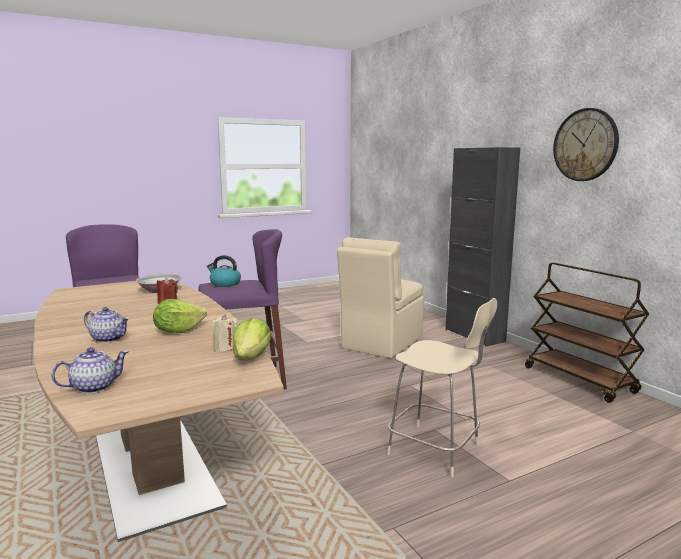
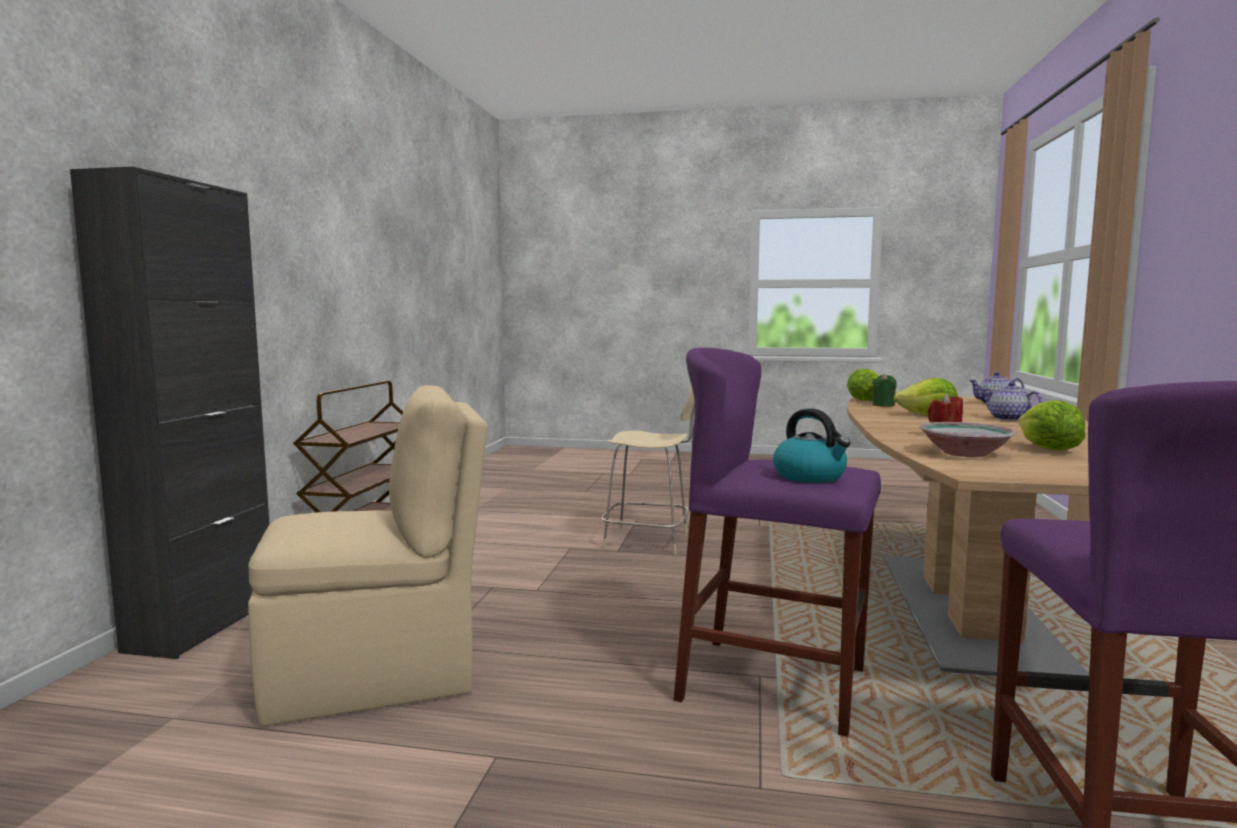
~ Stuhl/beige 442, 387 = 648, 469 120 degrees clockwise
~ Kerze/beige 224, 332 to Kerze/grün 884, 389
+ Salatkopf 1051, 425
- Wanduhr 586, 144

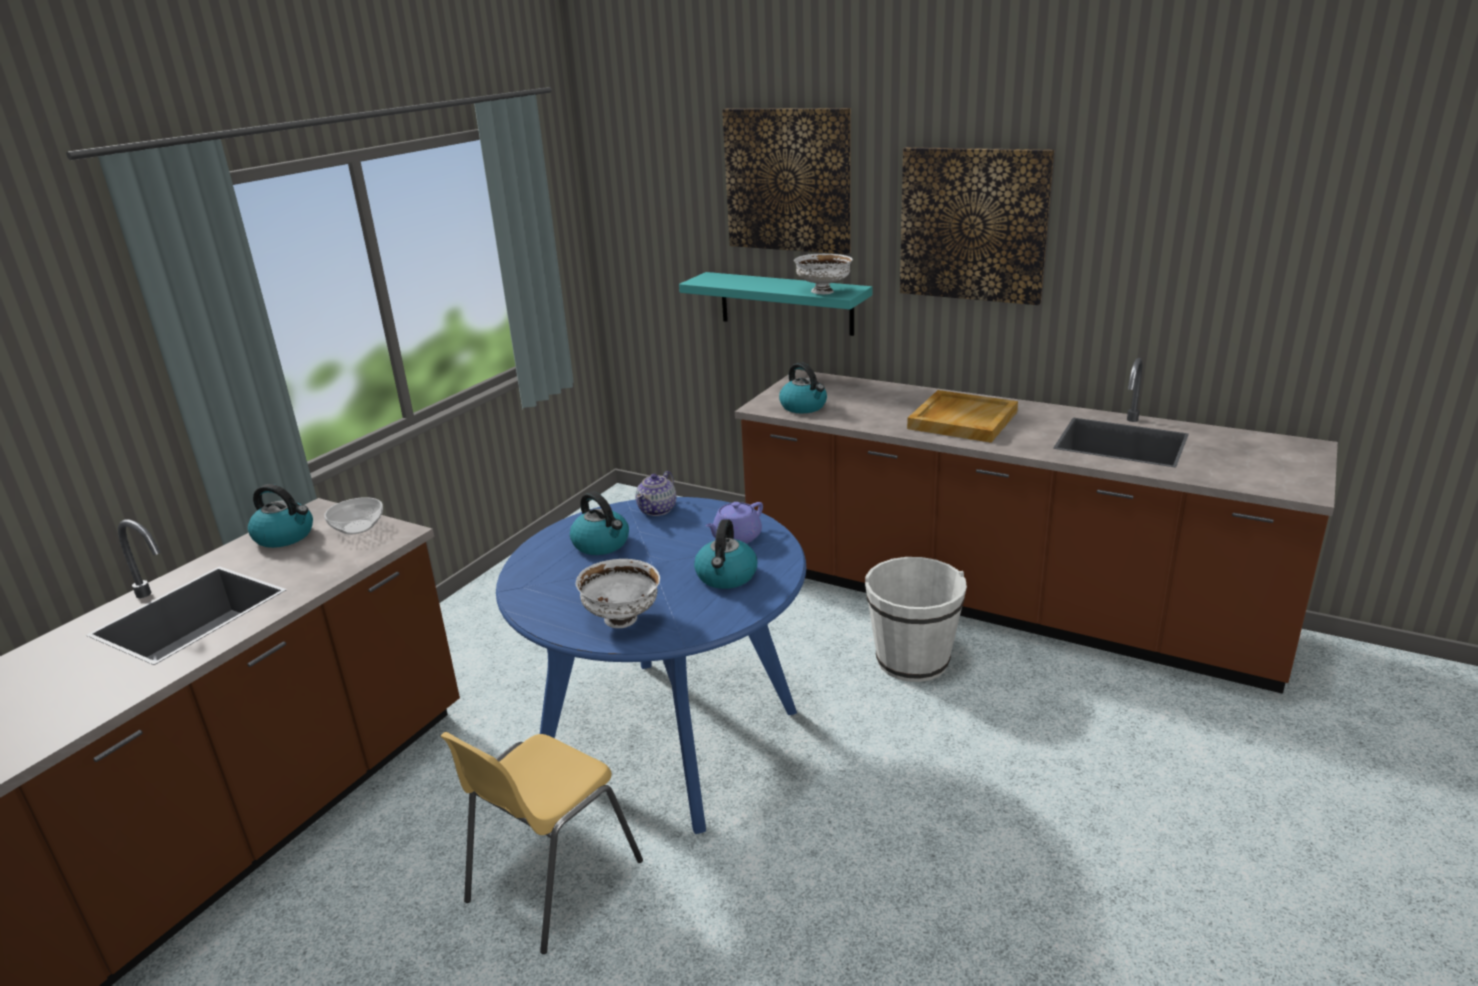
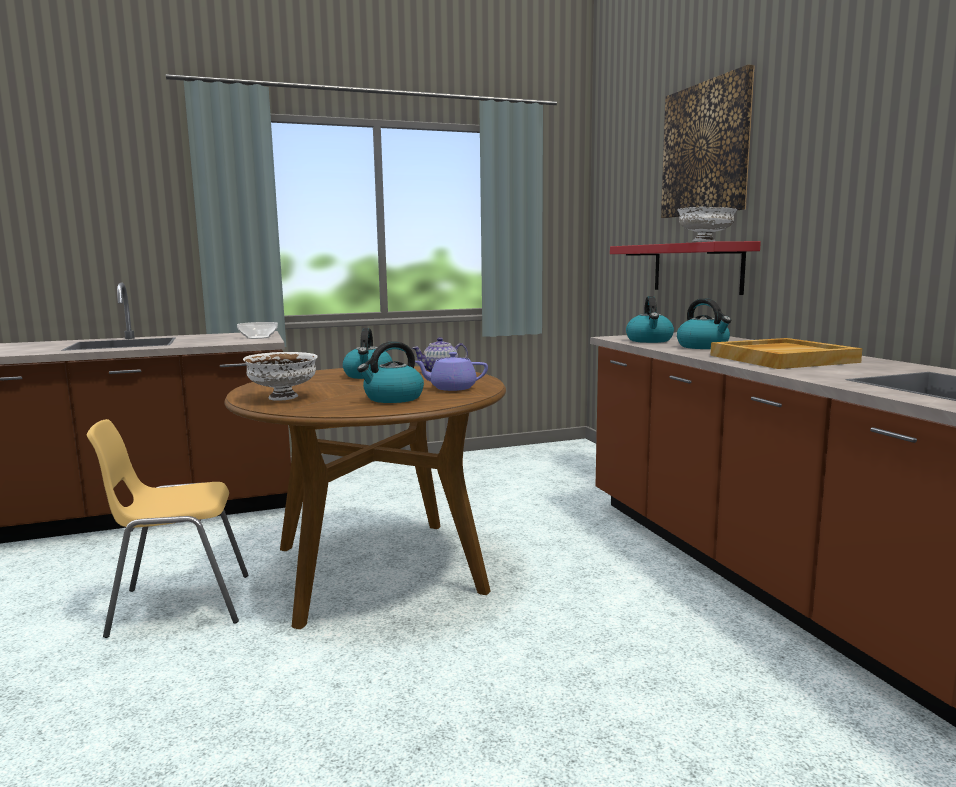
~ Esstisch/blau 651, 665 to Esstisch/braun 365, 497
~ Wandregal/türkis 775, 304 to Wandregal/rot 685, 268
~ Wasserkessel 280, 516 to 704, 323
- Eimer/weiß 916, 619
- Bild 977, 226

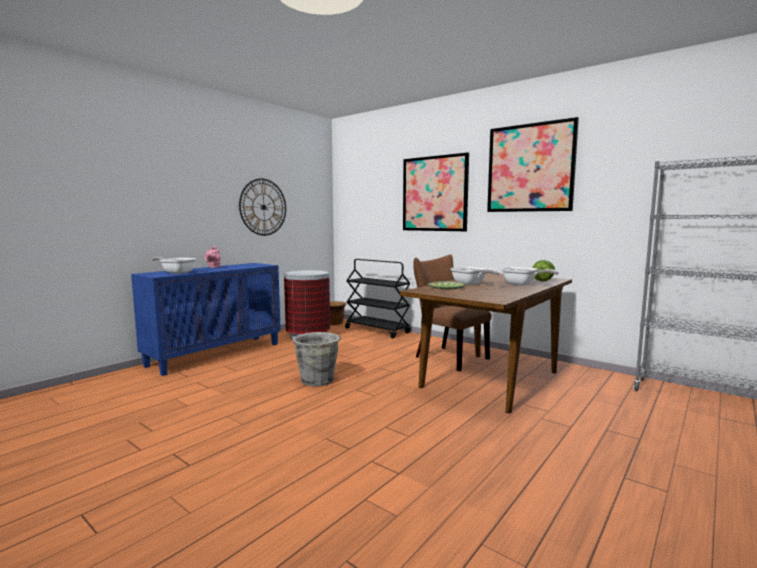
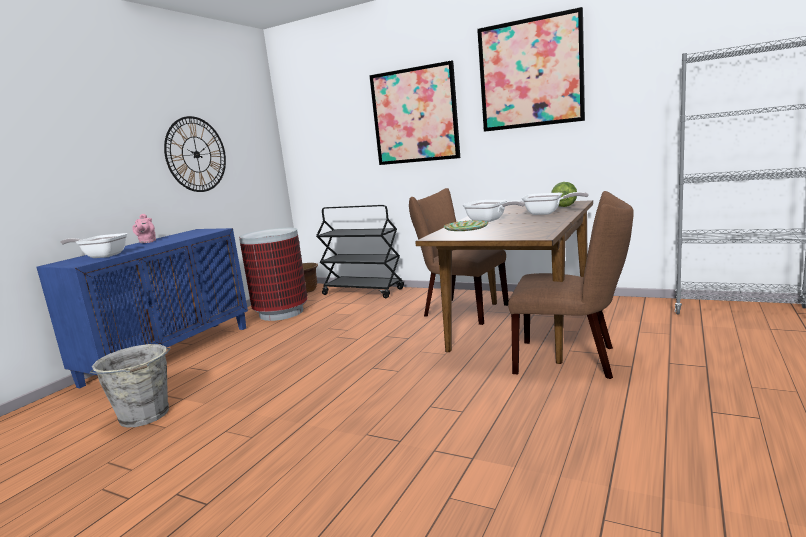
~ Eimer/grau 317, 359 to 130, 386
+ Stuhl/braun 571, 285

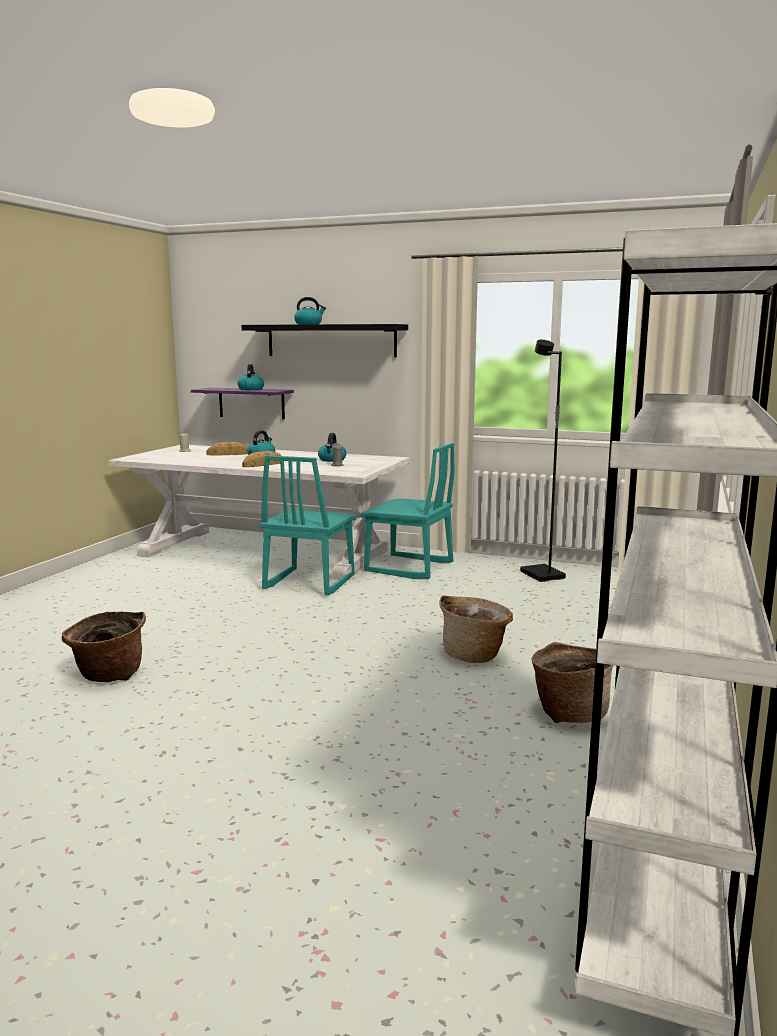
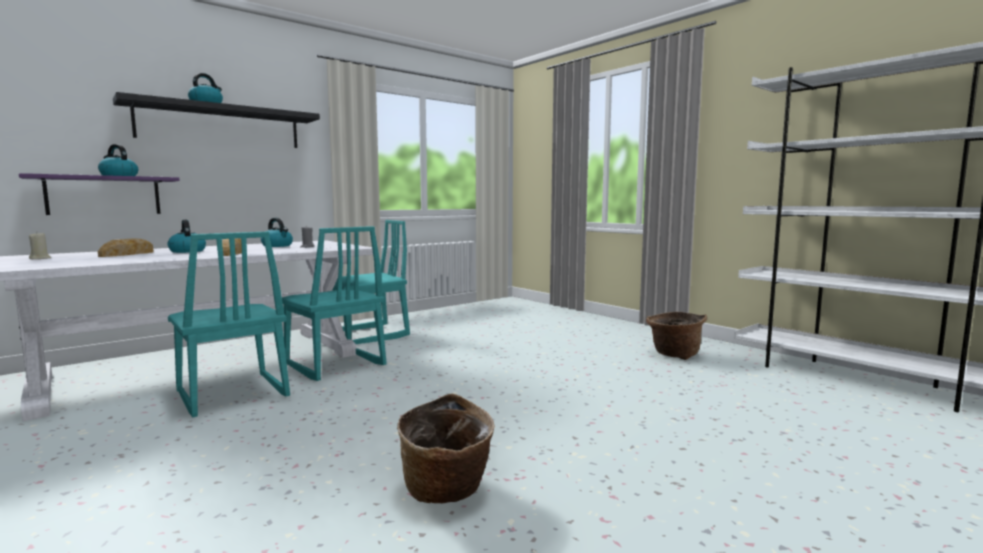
+ Stuhl/türkis 229, 324
- Korb 476, 629
- Stehlampe/schwarz 543, 461

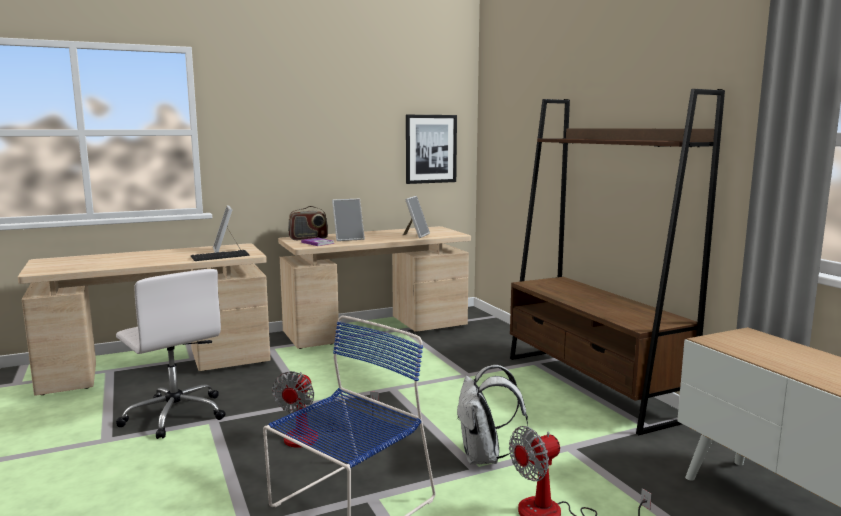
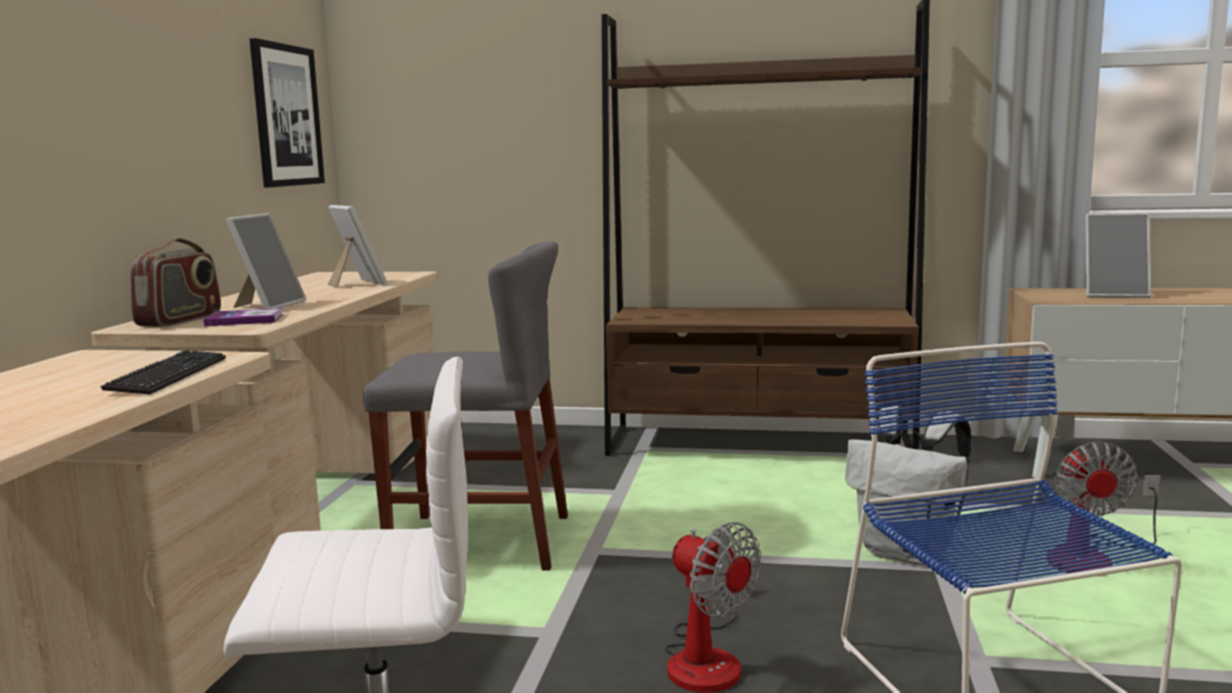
+ Stuhl/grau 465, 406
~ Bilderrahmen 227, 229 to 1118, 255

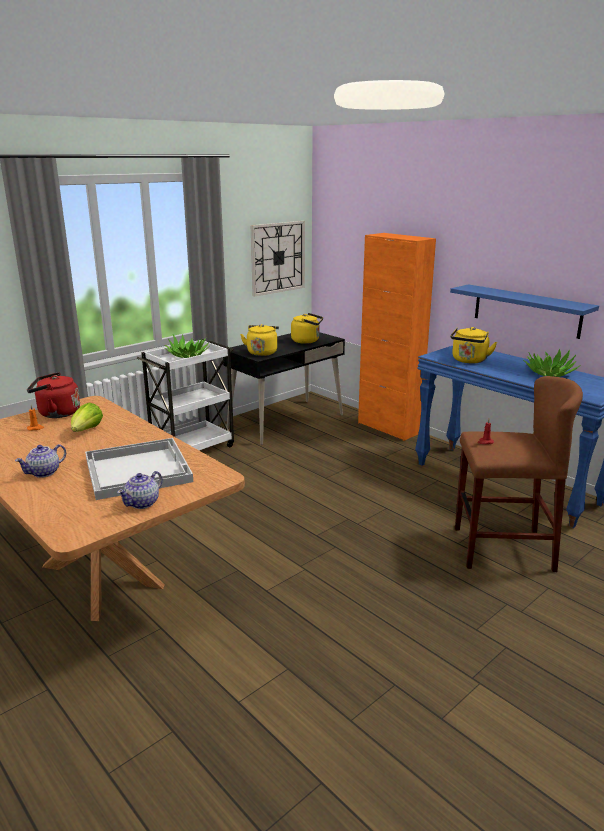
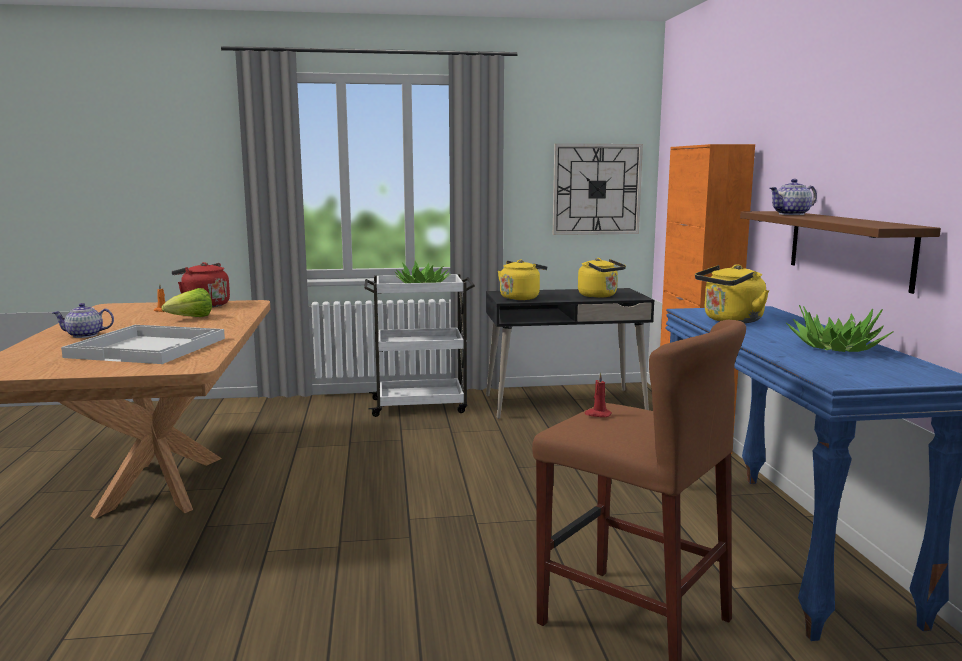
~ Wandregal/blau 524, 311 to Wandregal/braun 840, 252
~ Teekanne 139, 490 to 793, 197

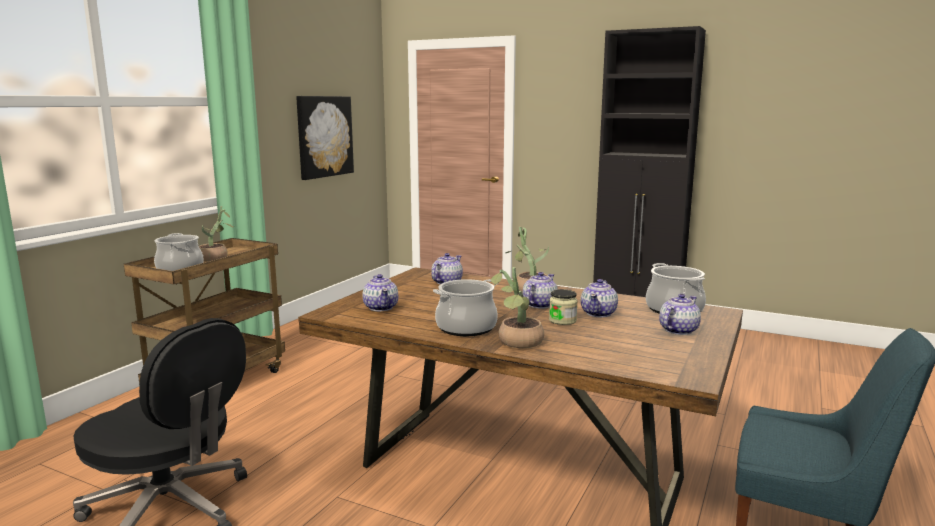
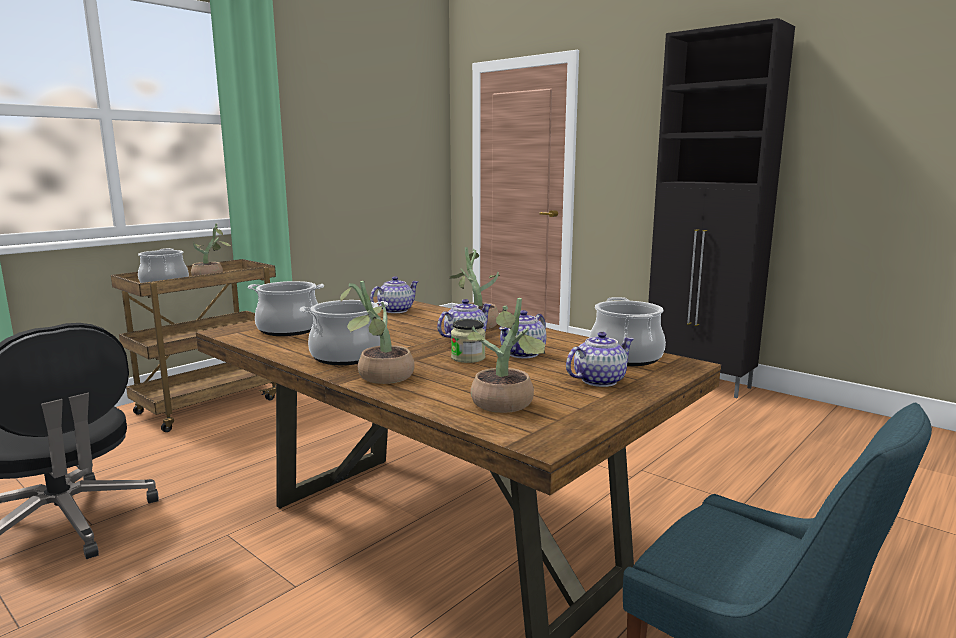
~ Teekanne 380, 292 to Kochtopf 286, 308
+ Topfpflanze 506, 355
- Bild 325, 138

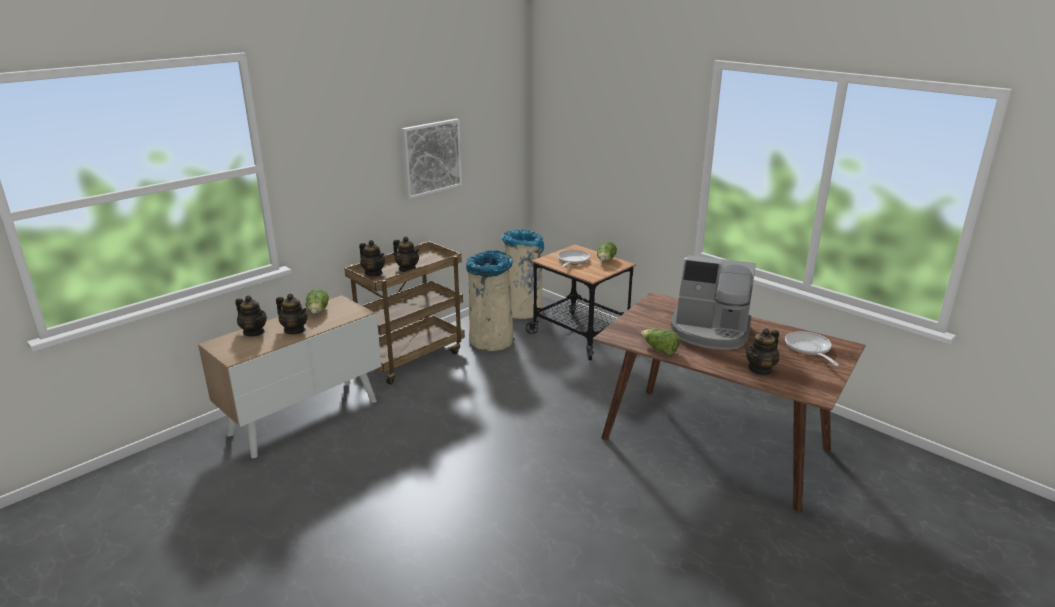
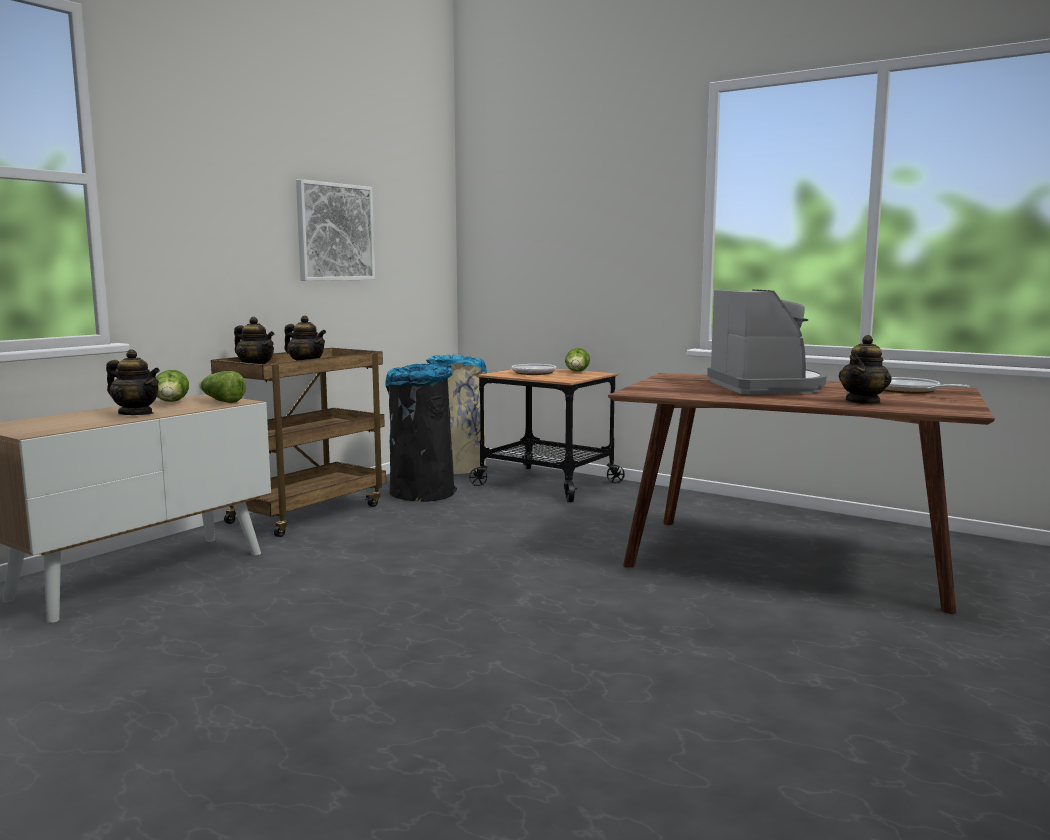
~ Salatkopf 660, 341 to 222, 387
~ Mülleimer/beige 490, 300 to Mülleimer/schwarz 421, 433
~ Kaffeemaschine 713, 302 = 767, 342 105 degrees counterclockwise
- Teekanne 251, 315

